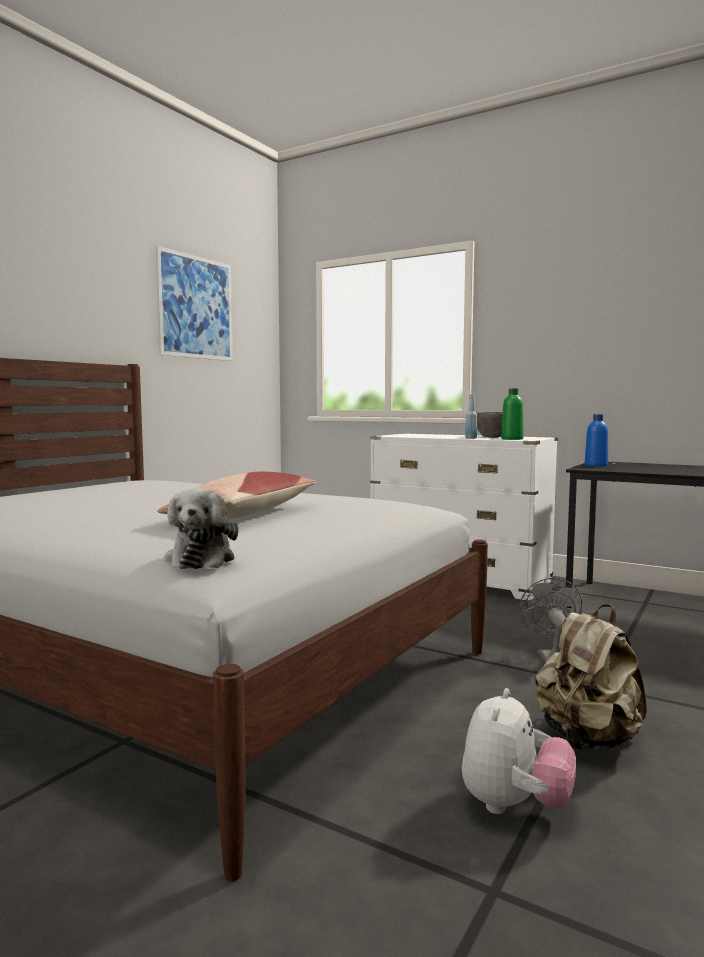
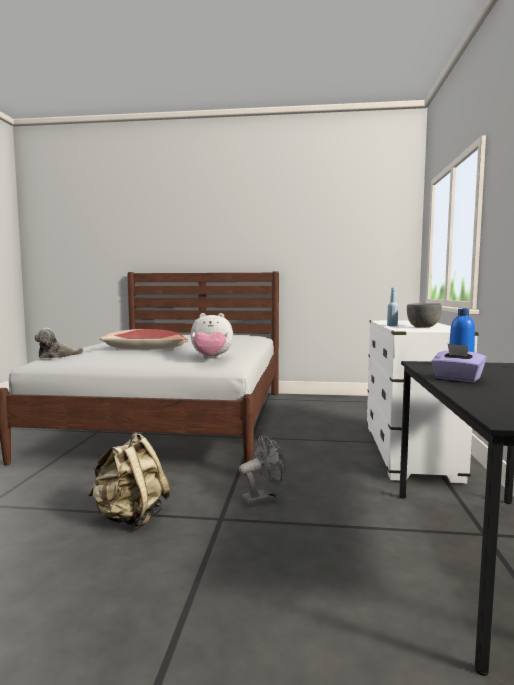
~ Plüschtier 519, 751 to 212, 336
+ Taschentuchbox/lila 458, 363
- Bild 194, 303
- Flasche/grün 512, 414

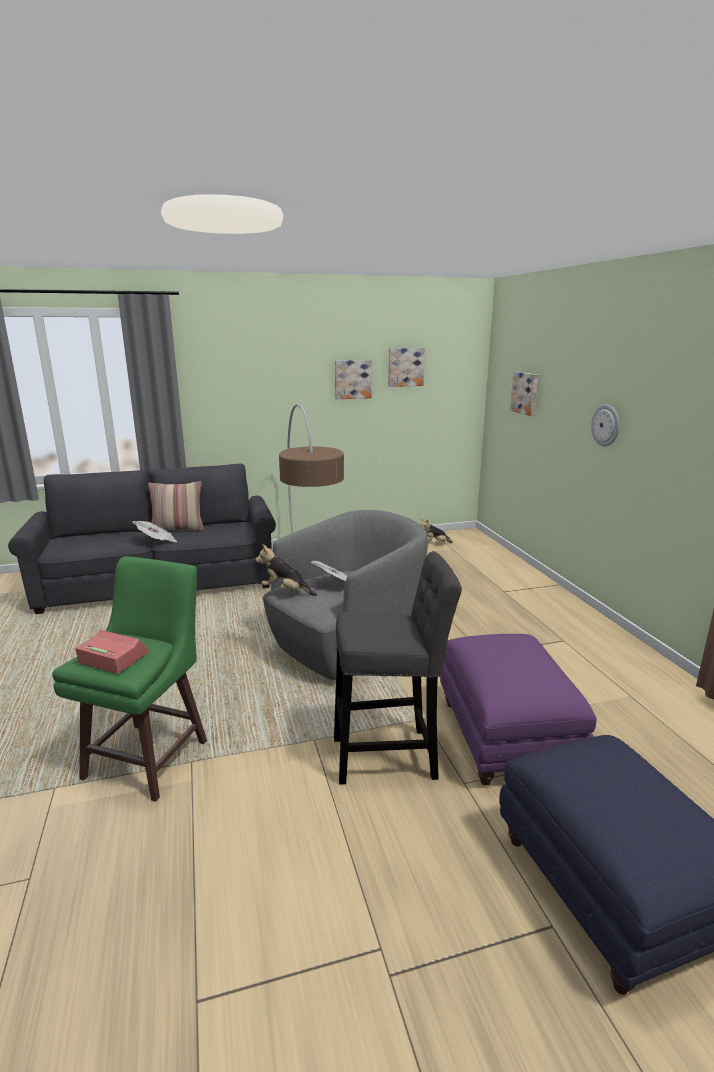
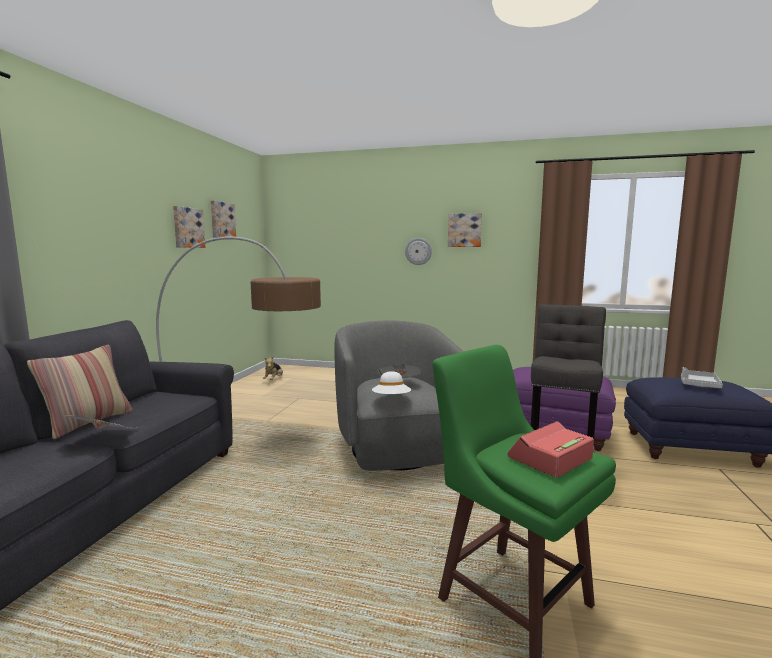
~ Plüschtier 286, 570 to Hut/weiß 391, 382
~ Bild 524, 394 to 465, 230
+ Tablett/grau 702, 377

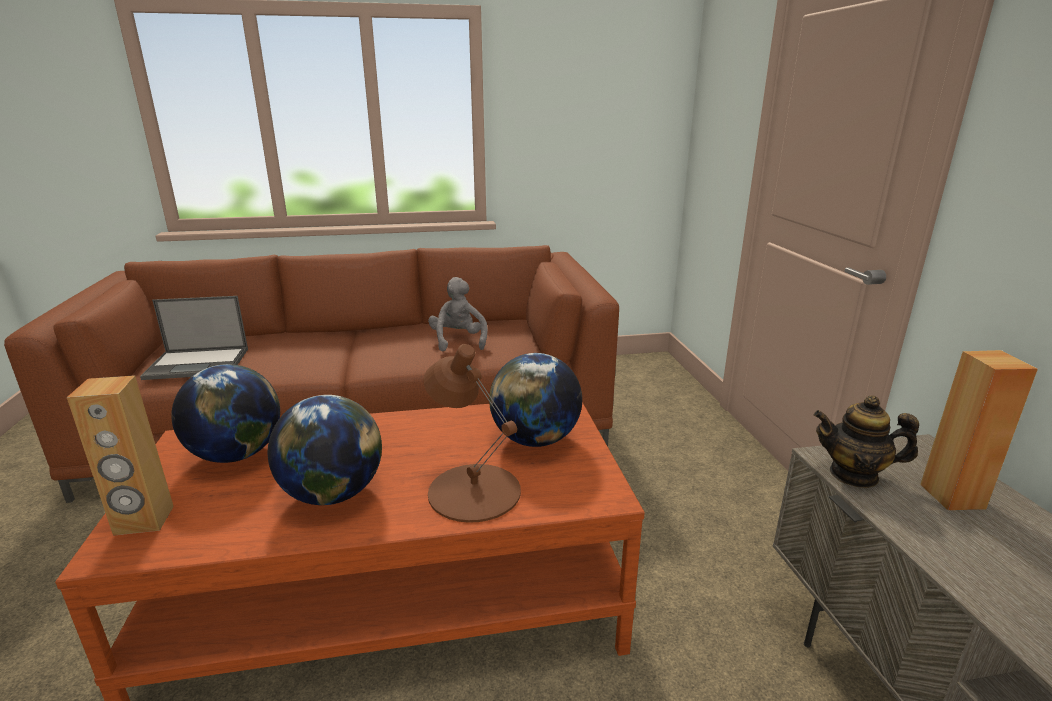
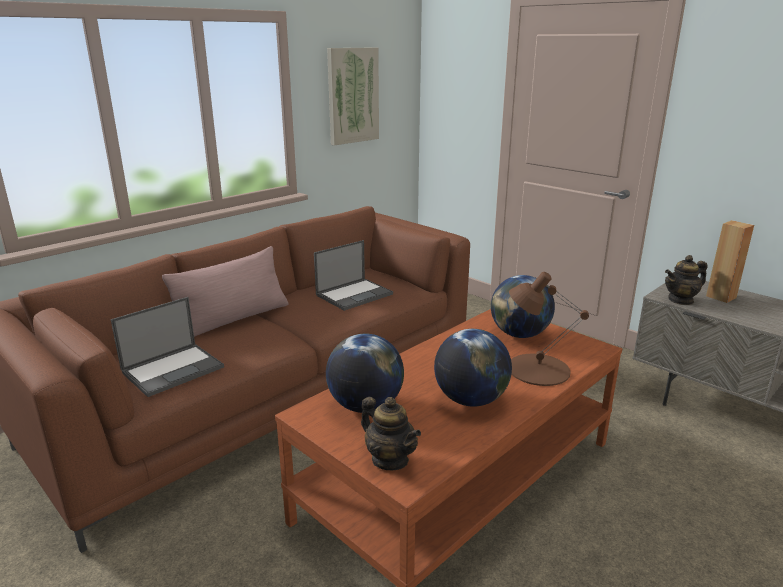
+ Kissen/rosa 225, 291
~ Plüschtier/grau 458, 314 to Laptop 353, 275
+ Bild 353, 96
~ Lautsprecher/braun 120, 455 to Teekanne 391, 433

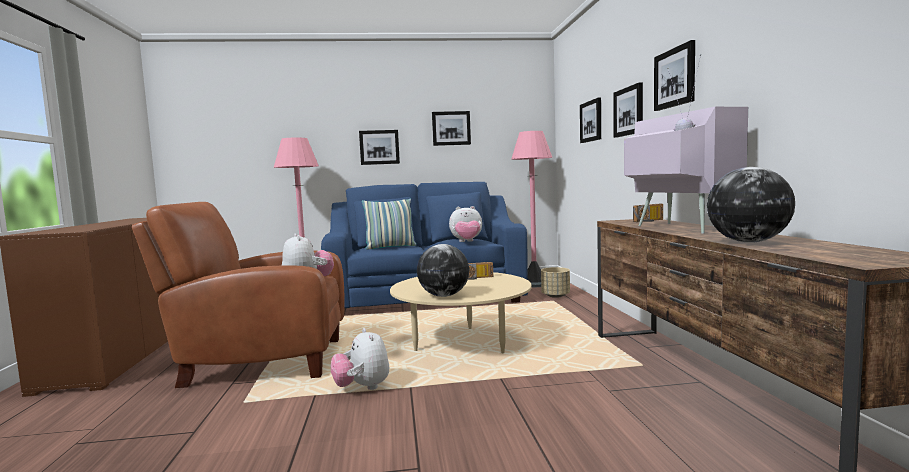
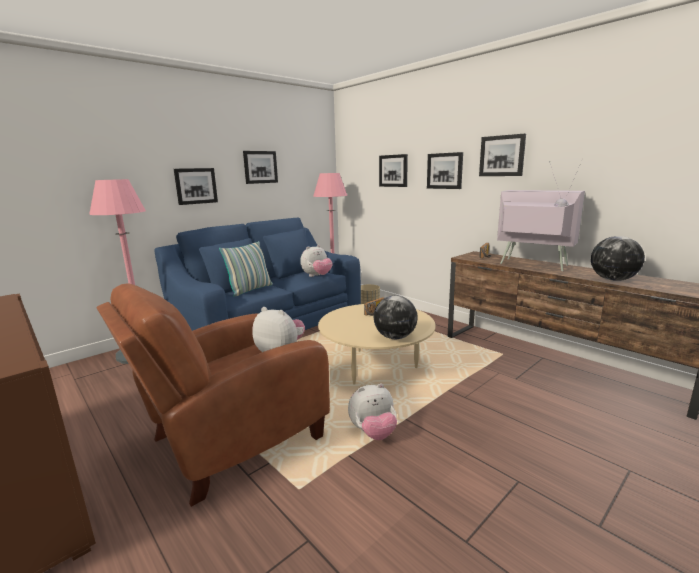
~ Plüschtier 360, 359 = 372, 411 45 degrees counterclockwise

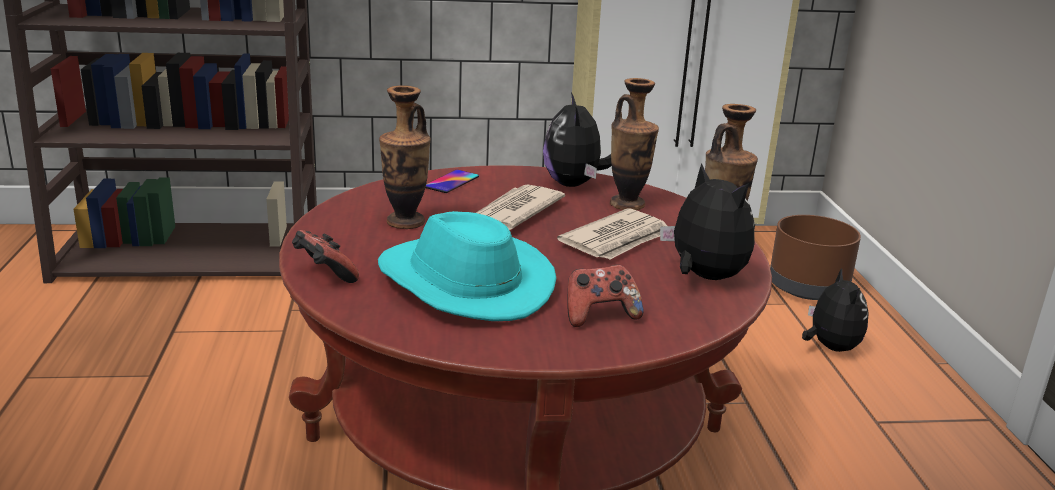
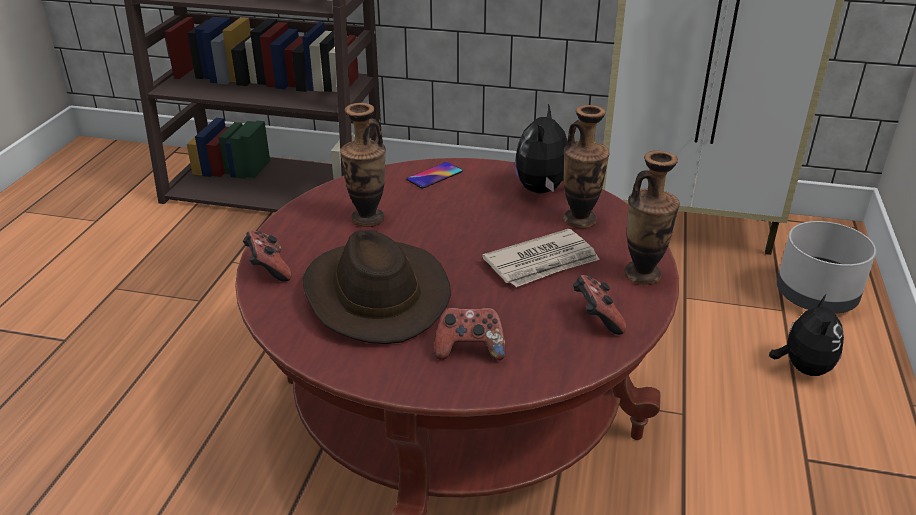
~ Hut/türkis 467, 266 to Hut/braun 376, 287
~ Plüschtier 707, 221 to Gamepad 599, 305
~ Pflanzkübel/braun 815, 257 to Pflanzkübel/grau 826, 267
- Zeitung 520, 207

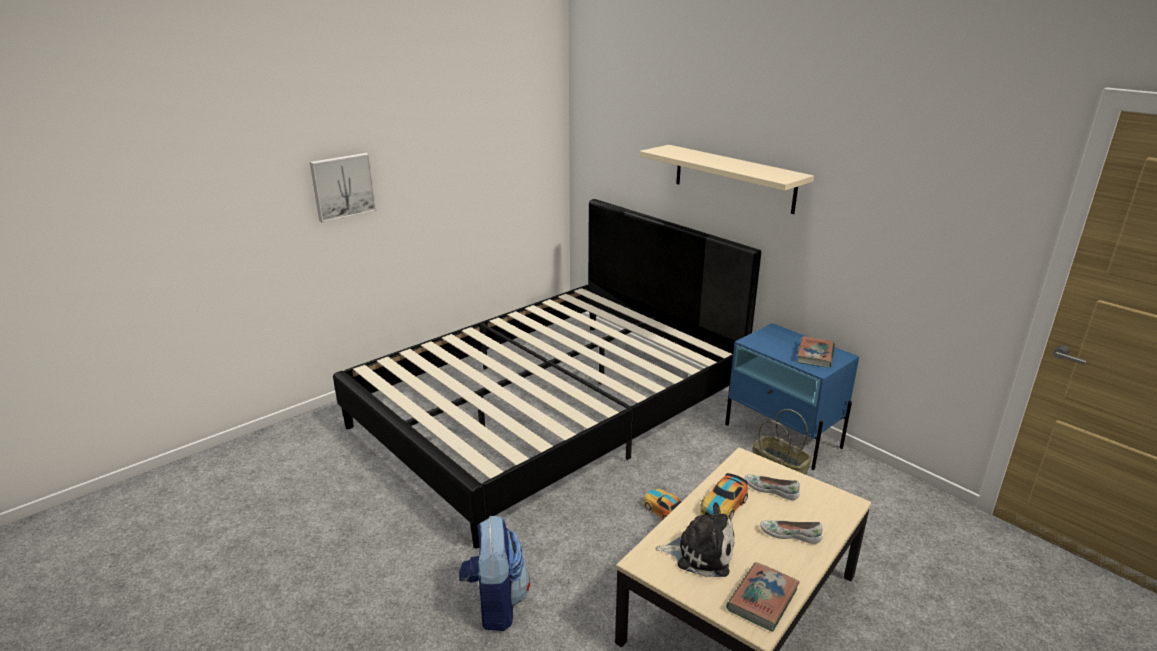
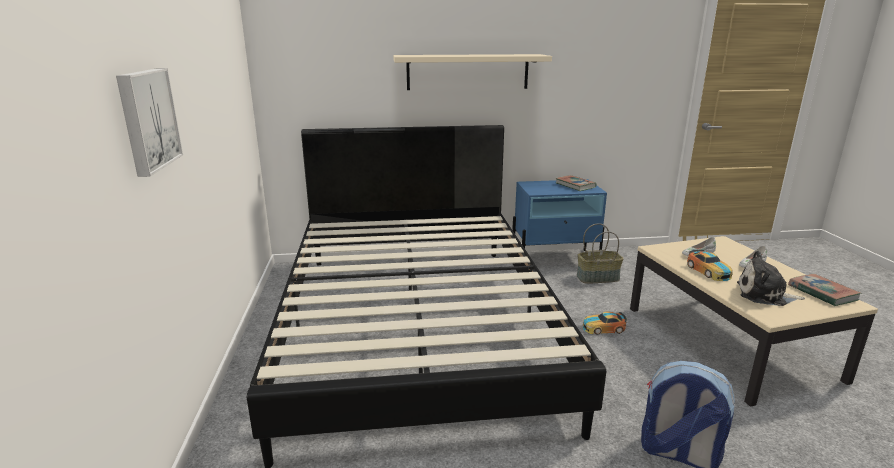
~ Plüschtier 695, 539 = 771, 278 120 degrees counterclockwise

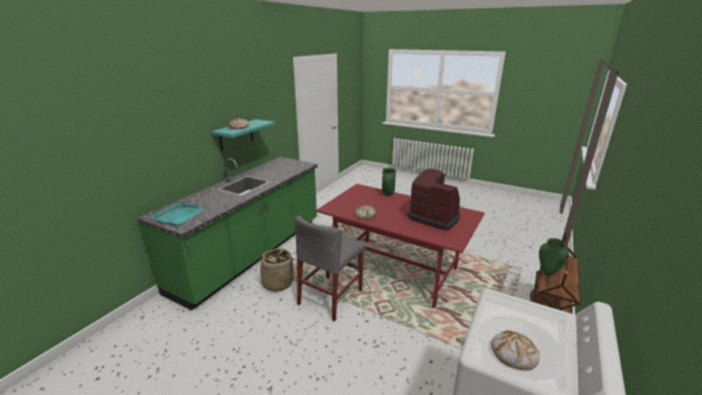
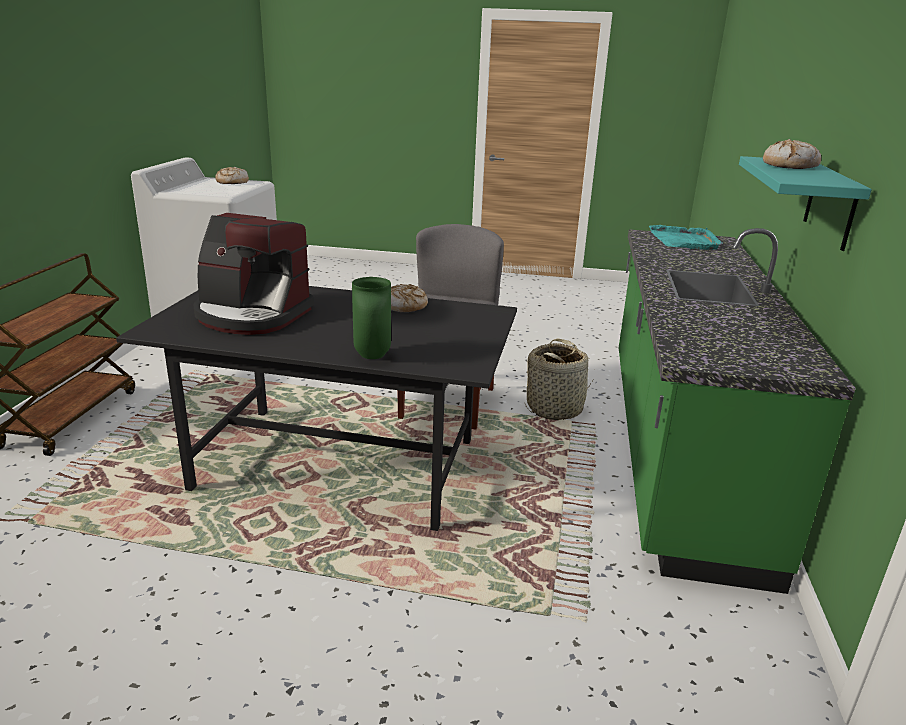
~ Esstisch/rot 400, 246 to Esstisch/schwarz 316, 408
- Vase/grün 554, 257

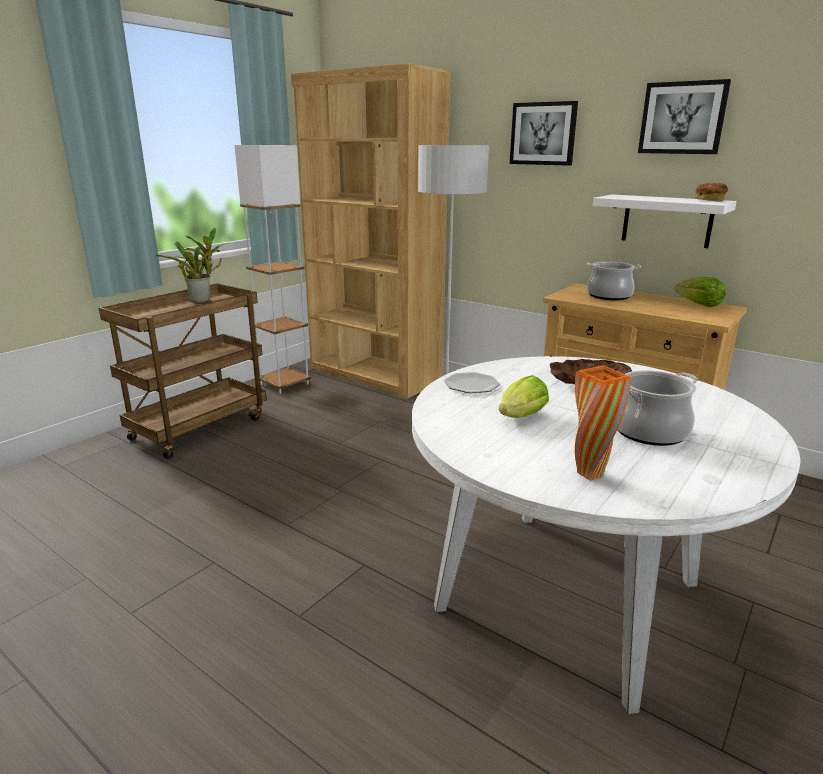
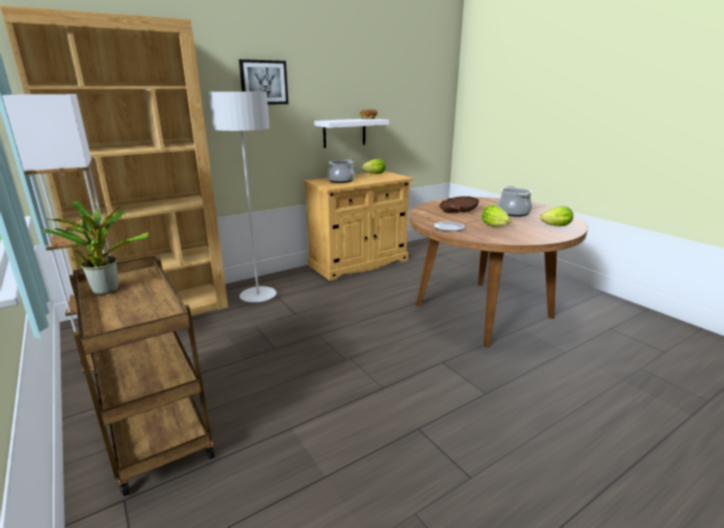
~ Esstisch/weiß 606, 535 to Esstisch/braun 498, 272
~ Vase/orange 603, 423 to Salatkopf 556, 216
- Bild 684, 116

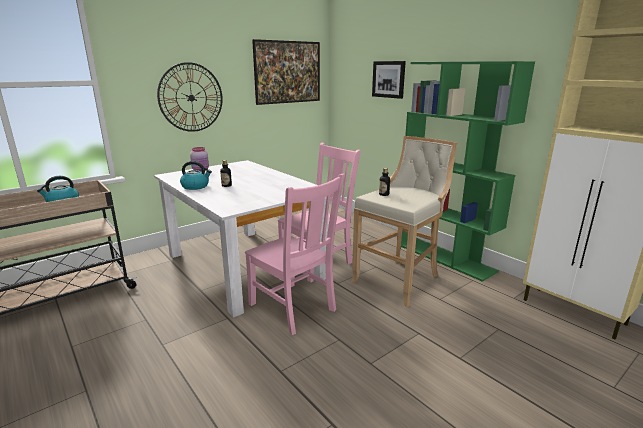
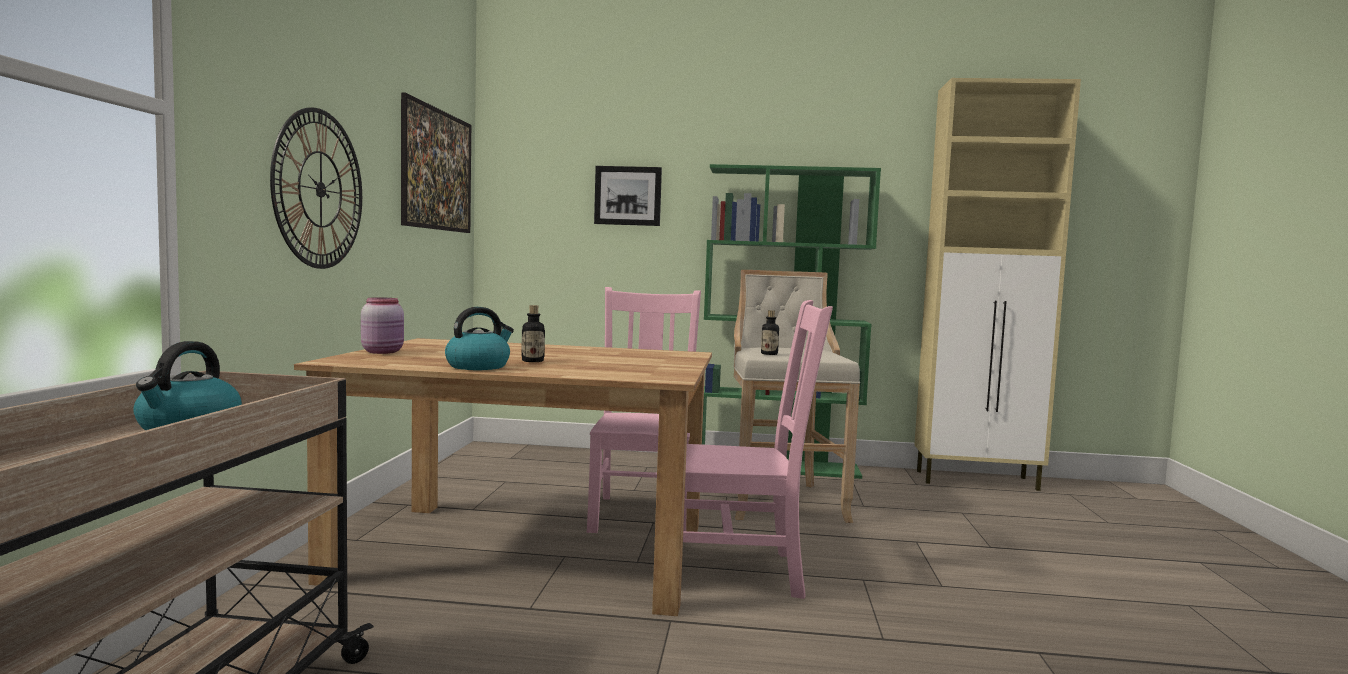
~ Esstisch/weiß 241, 239 to Esstisch/braun 503, 477

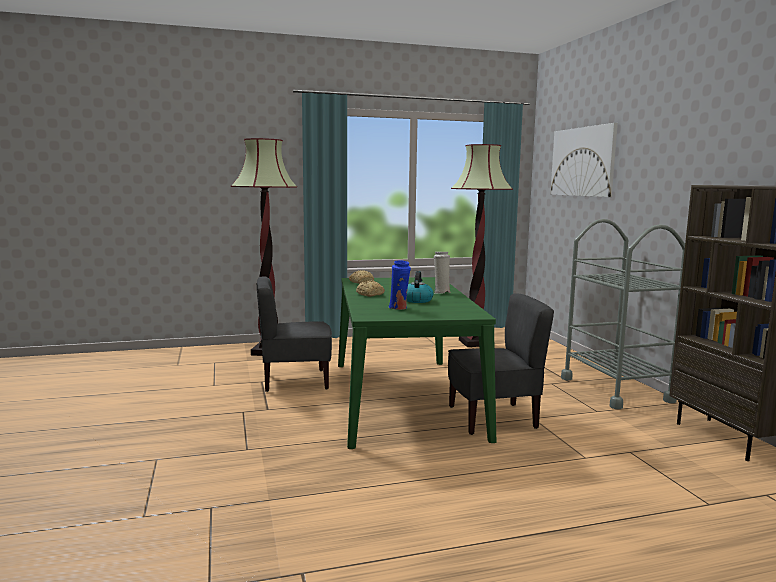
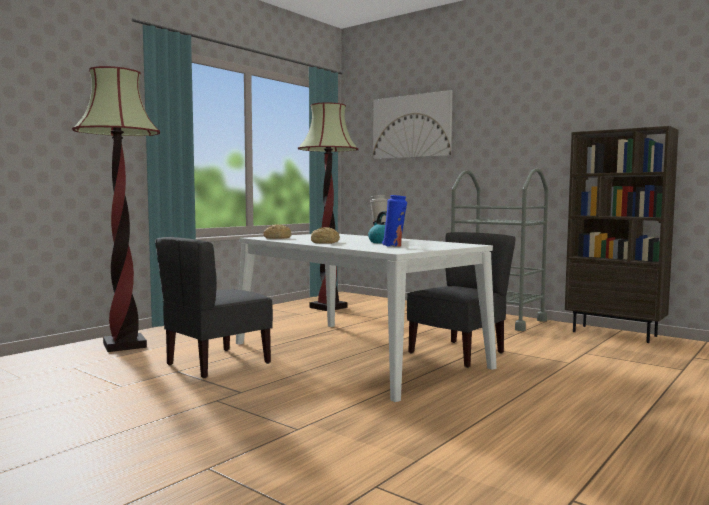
~ Esstisch/grün 417, 363 to Esstisch/weiß 366, 318

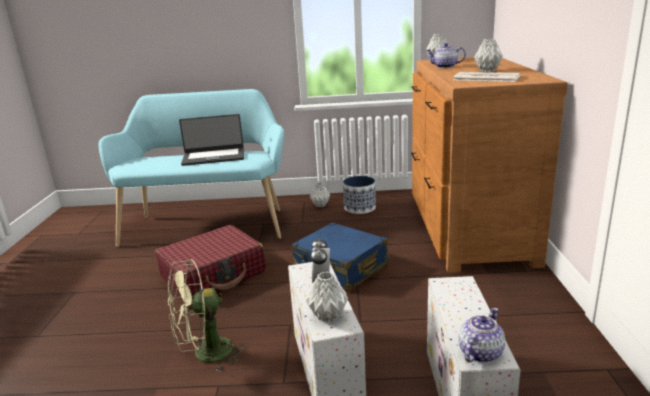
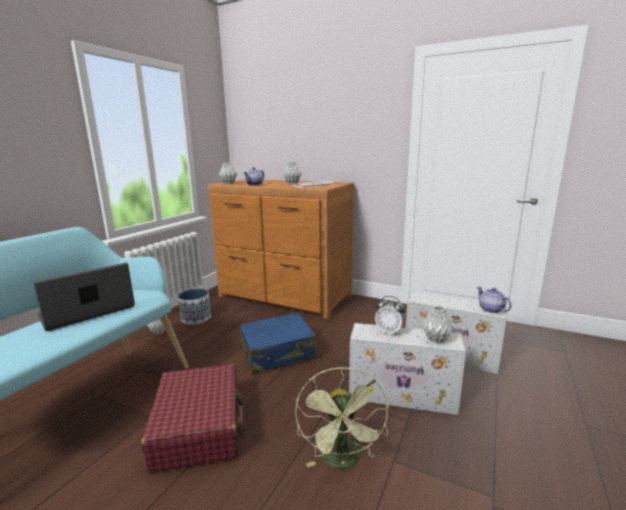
~ Laptop 211, 140 = 84, 297 150 degrees counterclockwise

